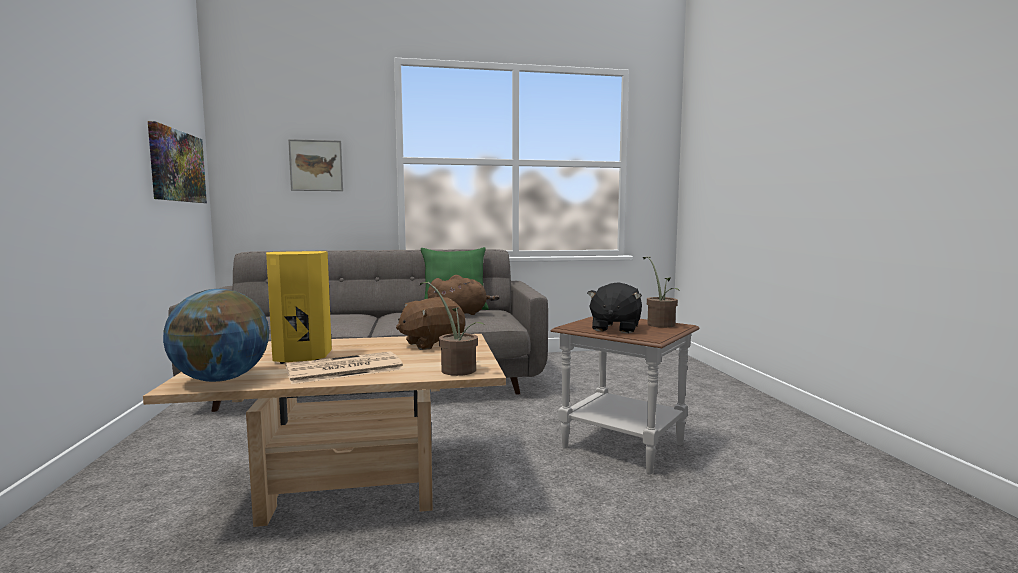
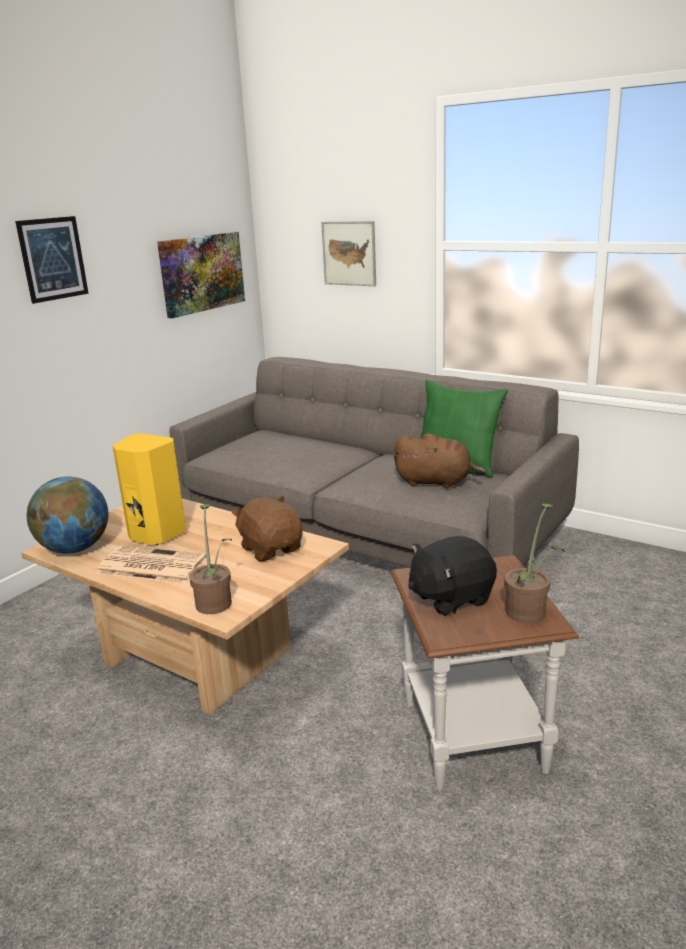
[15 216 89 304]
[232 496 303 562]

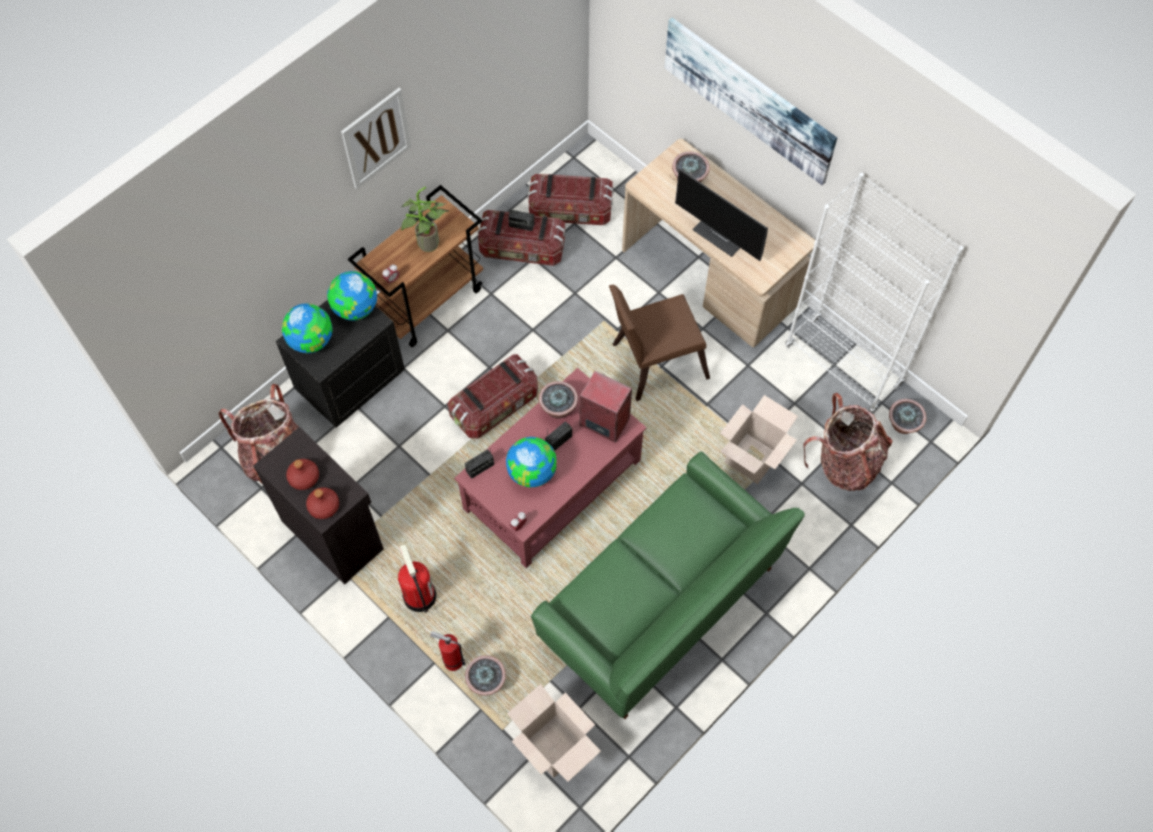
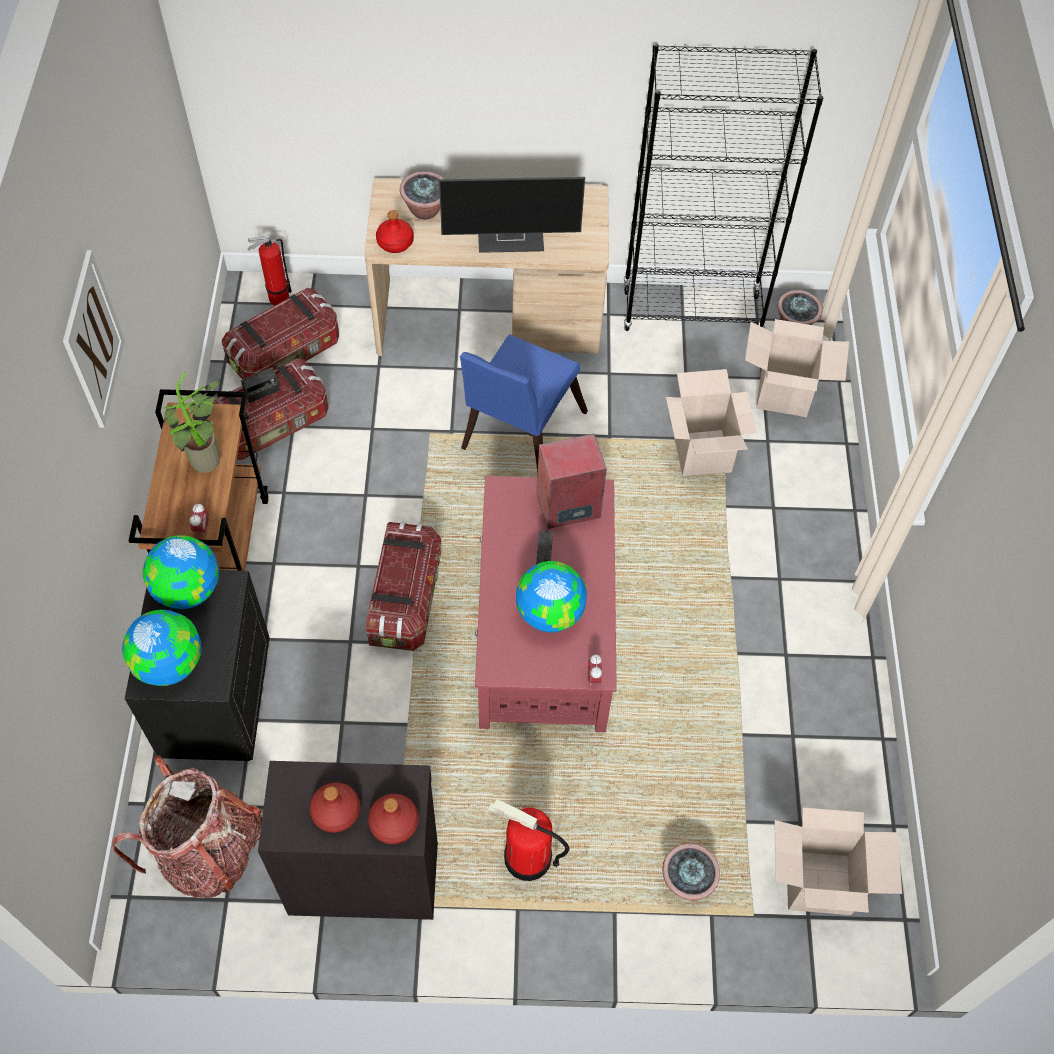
[465 449 494 479] (first image)
[531 452 805 719] (first image)
[539 381 578 419] (first image)
[665 18 837 185] (first image)
[376 210 414 253]
[248 236 292 306]
[745 319 849 417]
[460 334 588 473]
[623 44 824 331]

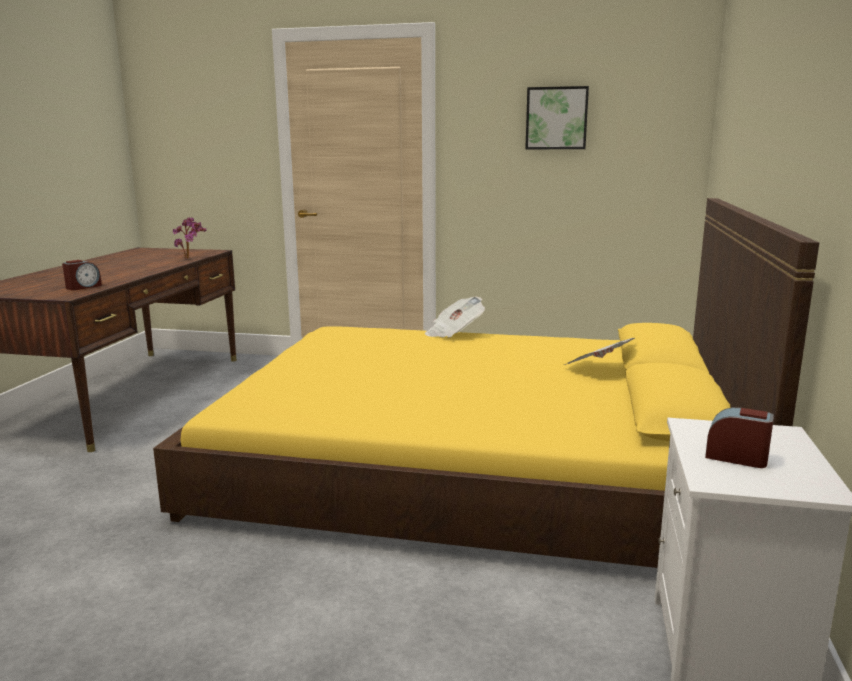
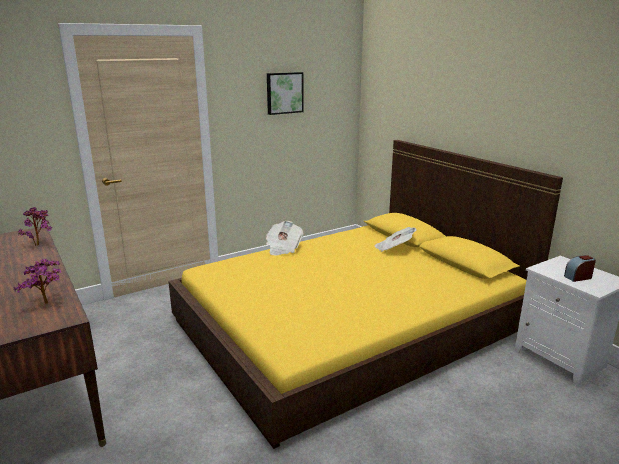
[14 259 61 304]

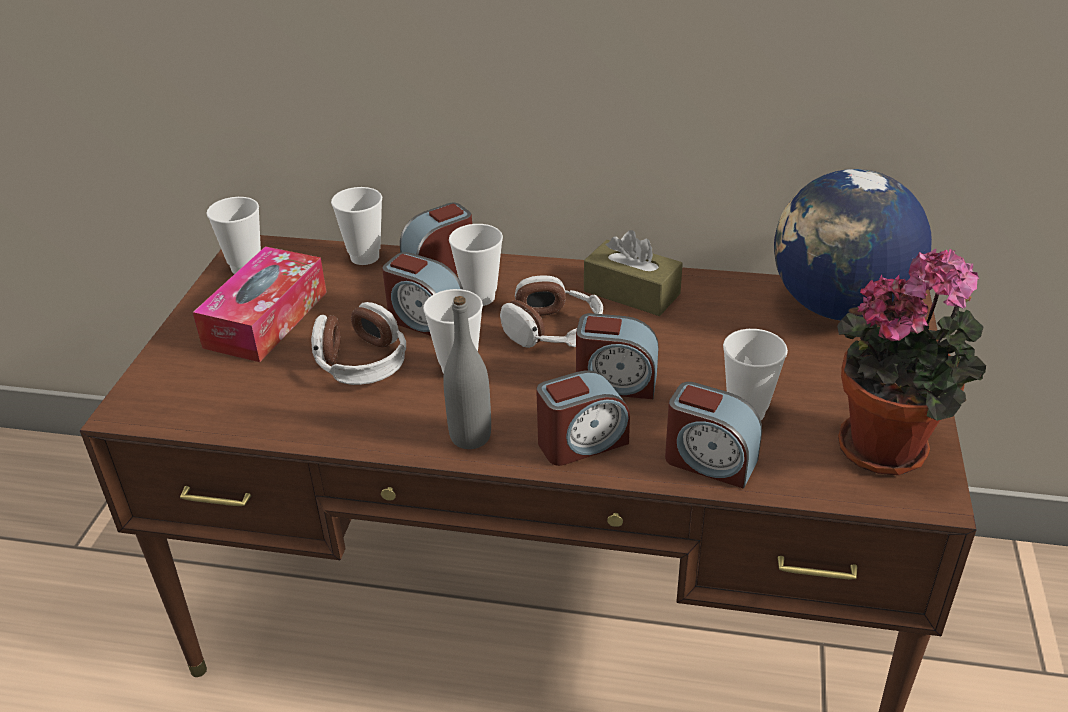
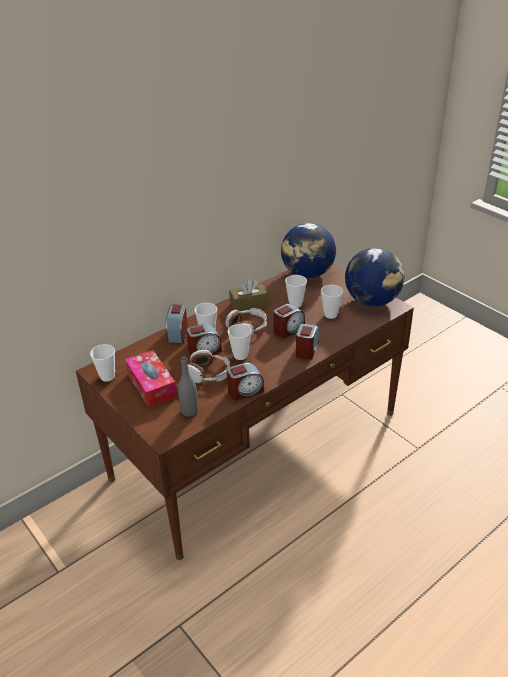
[285 275 307 308]
[178 356 198 417]
[227 363 264 400]
[345 248 404 306]

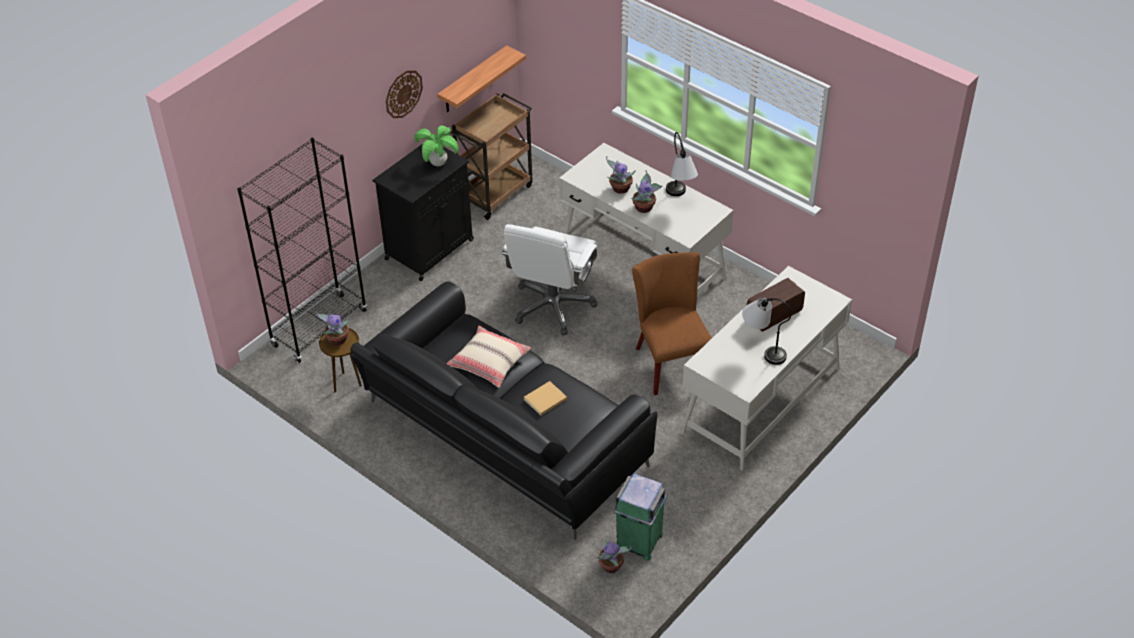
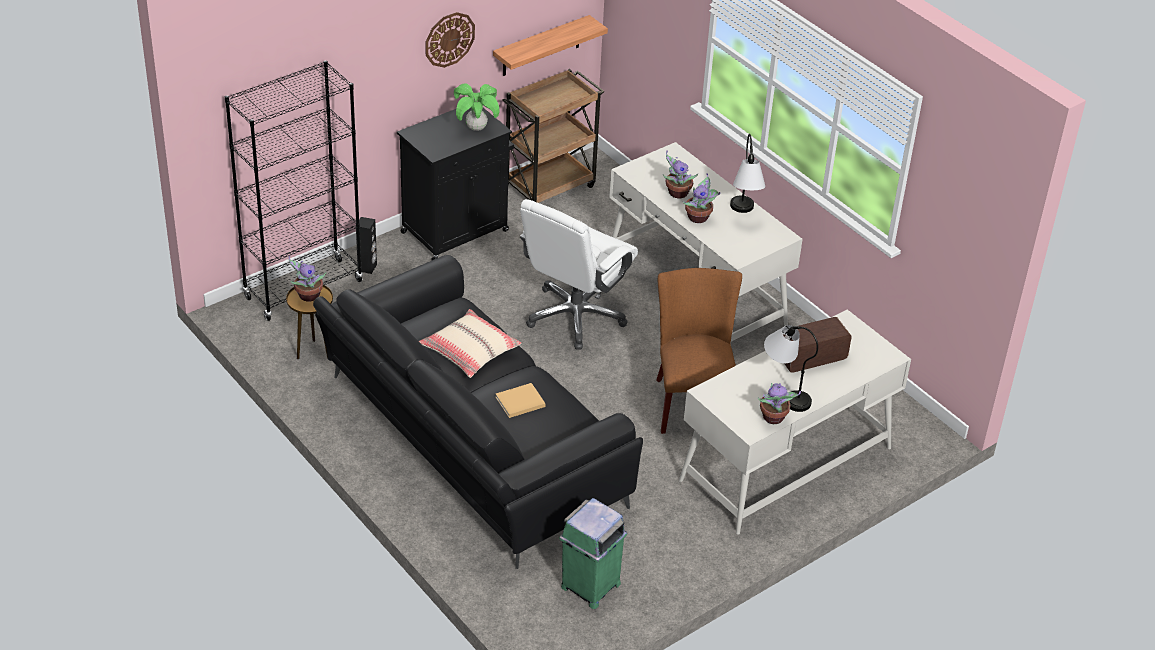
[356 217 377 274]
[757 383 801 424]

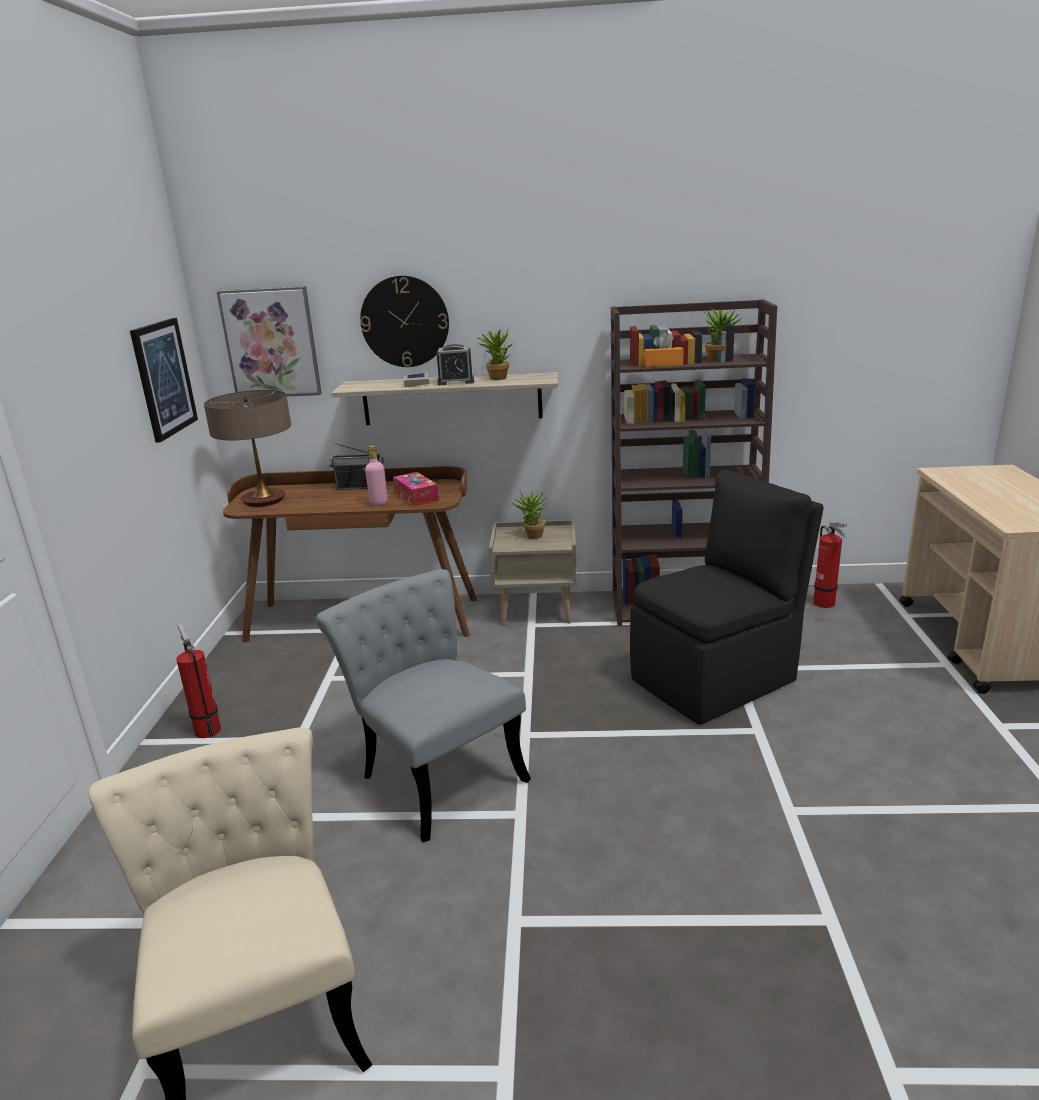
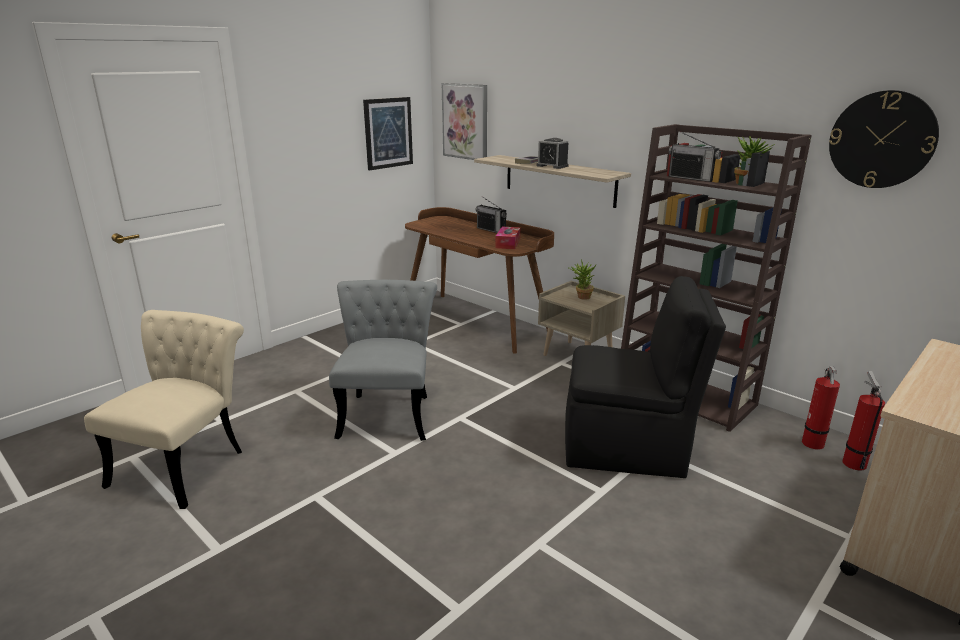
[204 390 291 507] (first image)
[365 446 387 505] (first image)
[476 329 514 380] (first image)
[843 371 885 470]
[829 90 939 188]
[669 131 721 182]

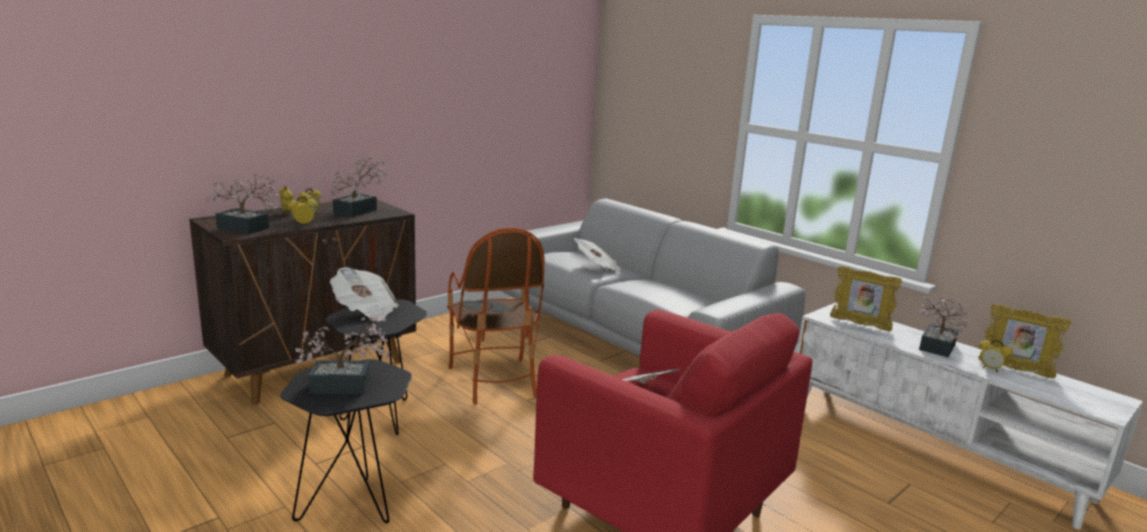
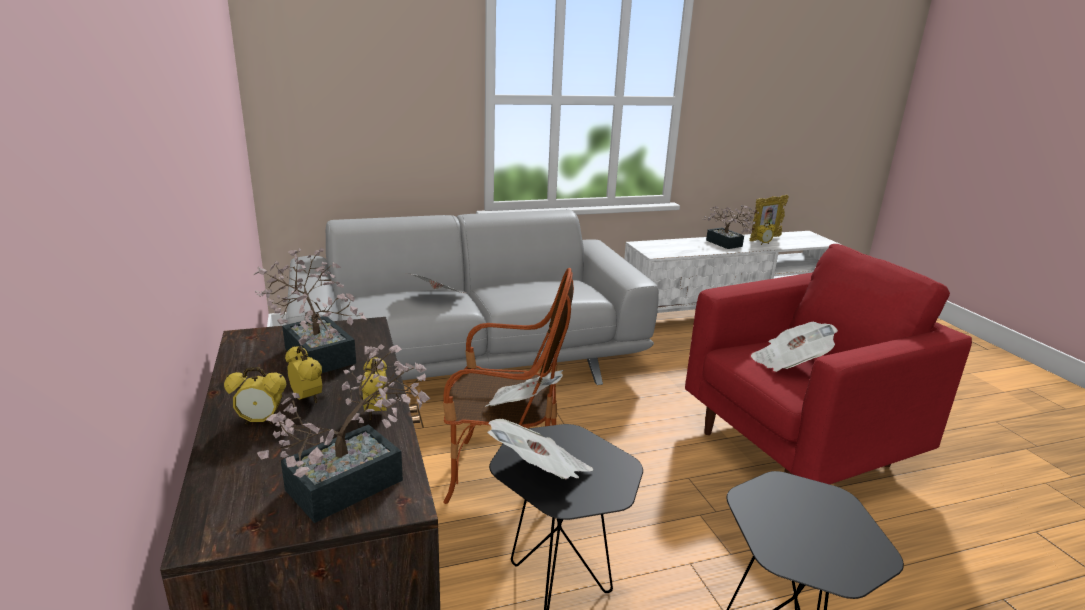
[296 316 390 394] (first image)
[830 266 902 331] (first image)

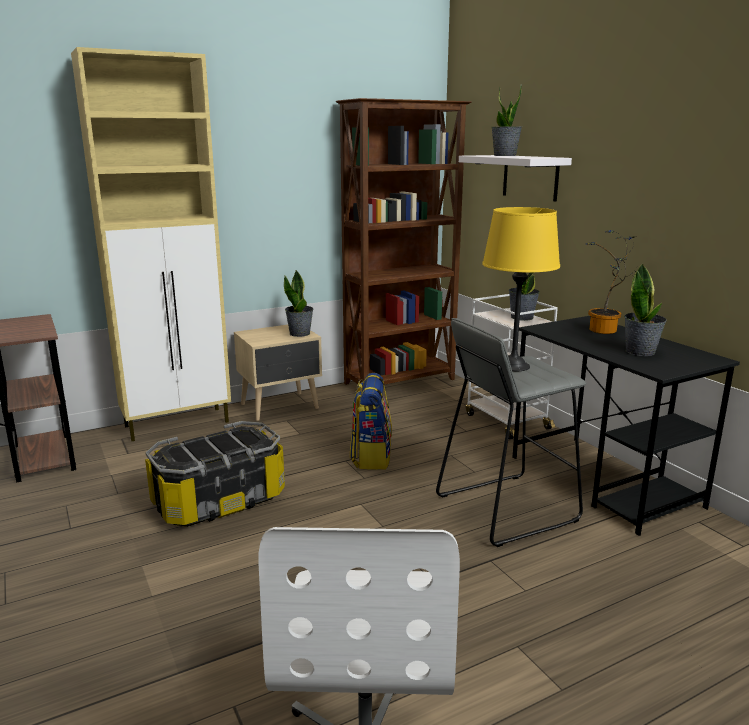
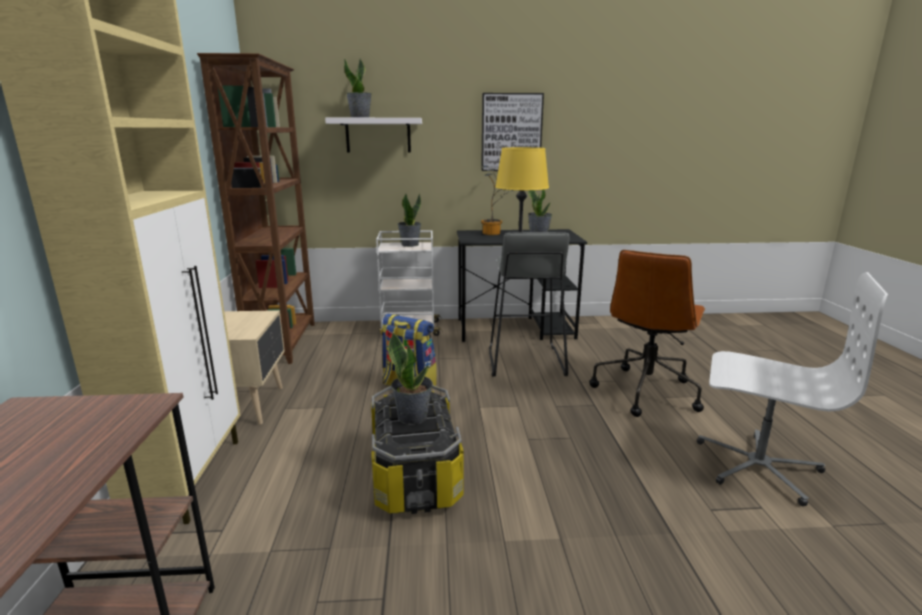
[481 93 544 171]
[589 250 705 417]
[388 332 433 425]

